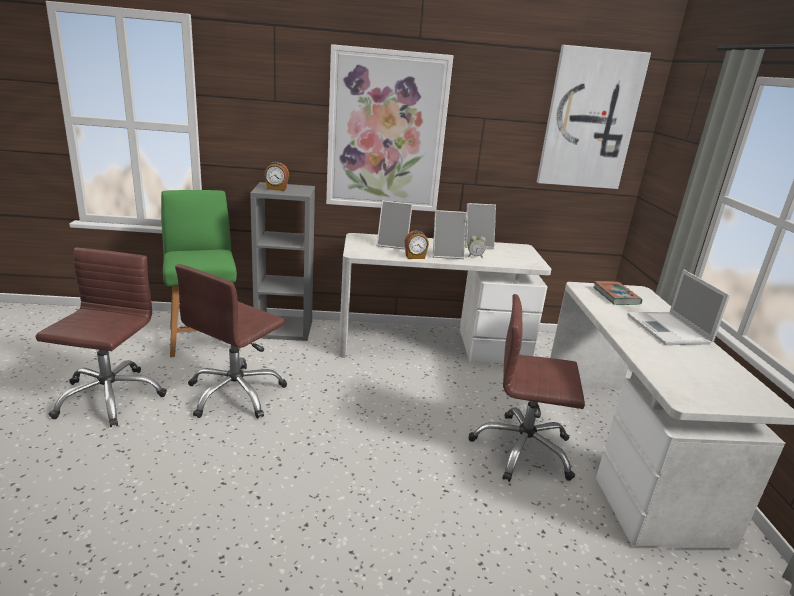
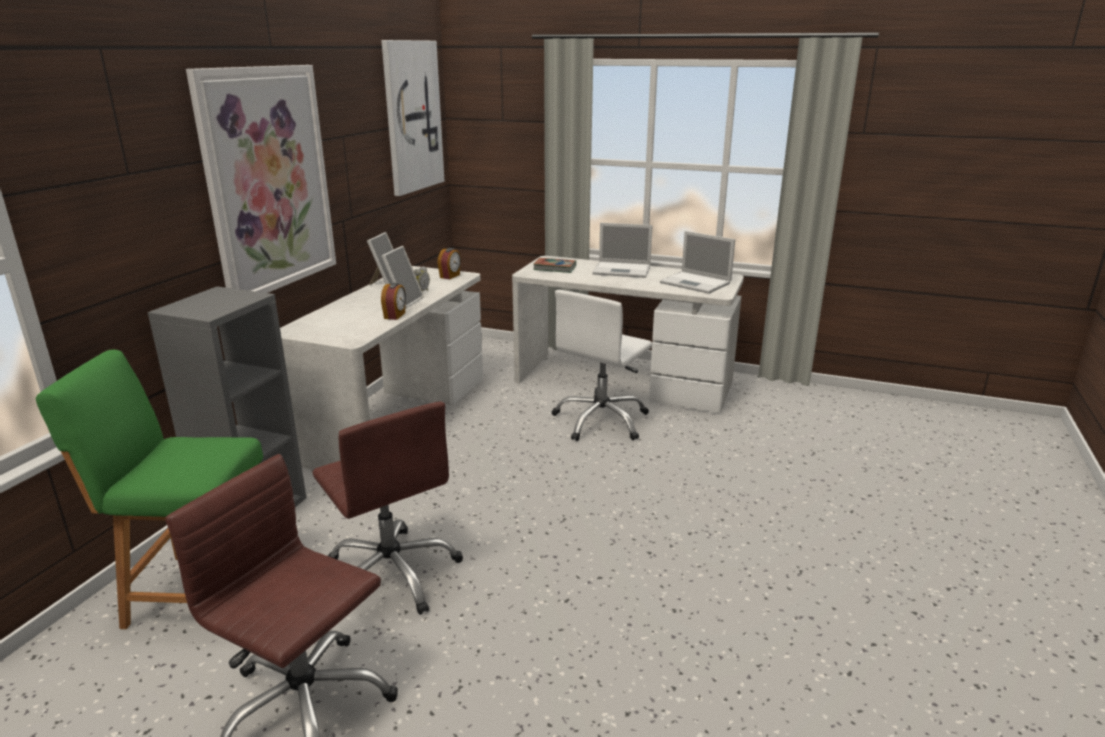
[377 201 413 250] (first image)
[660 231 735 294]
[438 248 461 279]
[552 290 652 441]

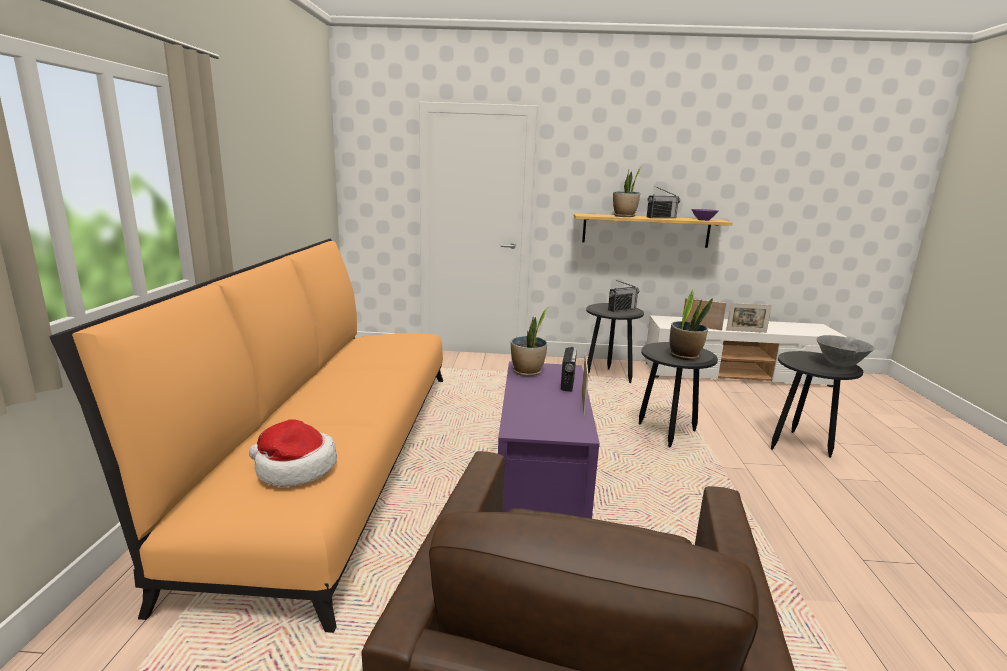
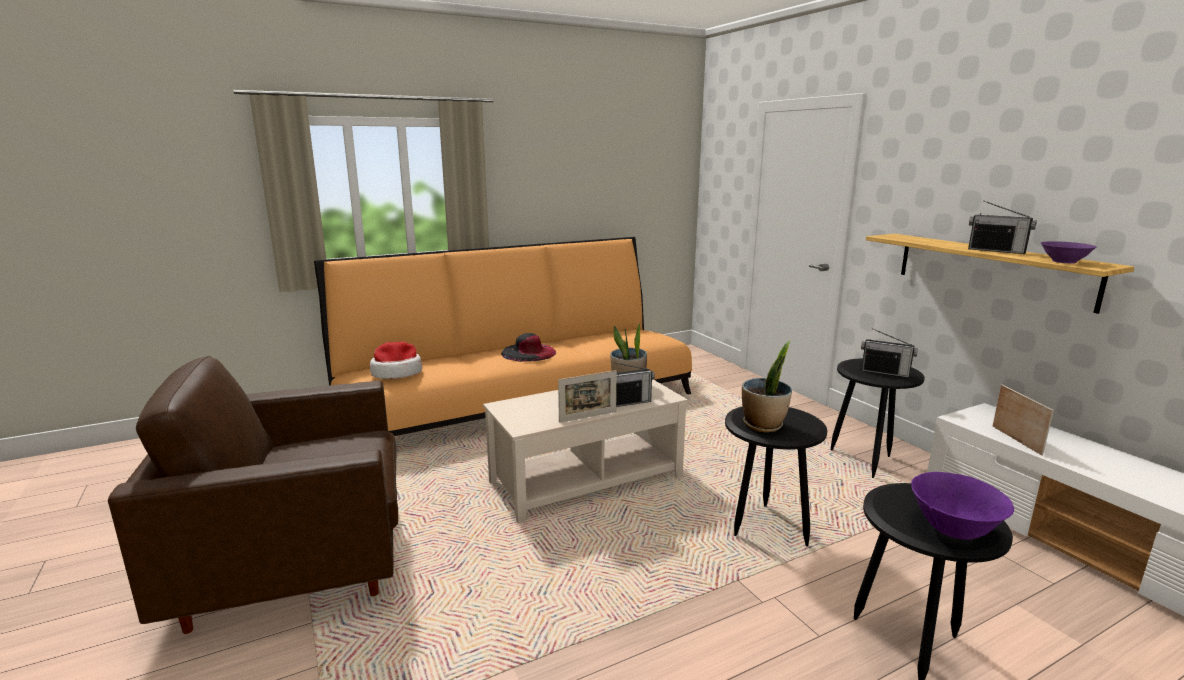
[613 166 642 217] (first image)
[726 303 772 333] (first image)
[501 333 556 362]
[483 380 688 523]
[911 472 1014 540]

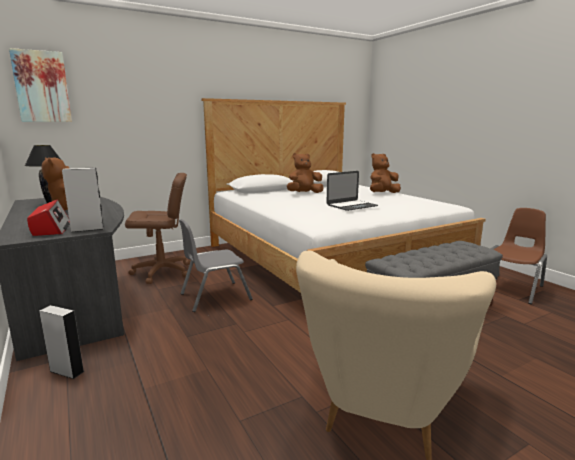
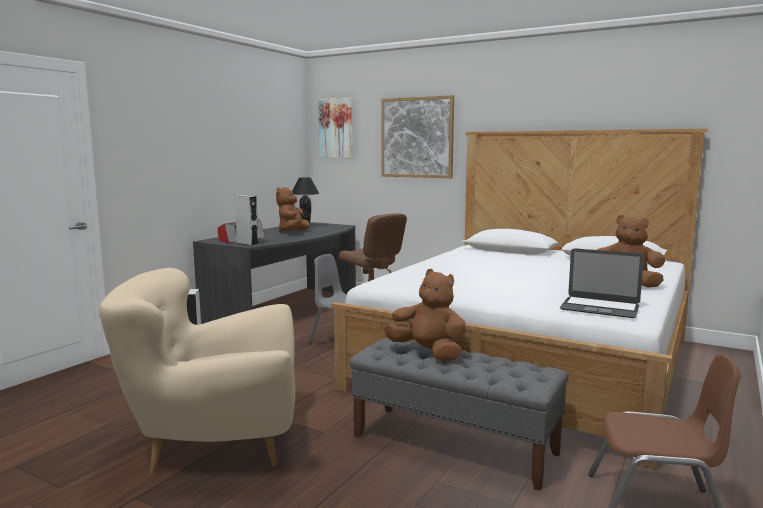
[381 95 454 178]
[385 269 466 361]
[560 248 644 318]

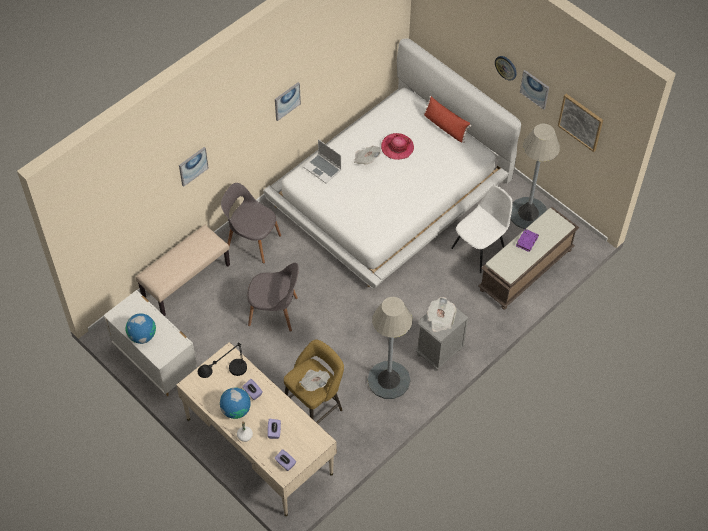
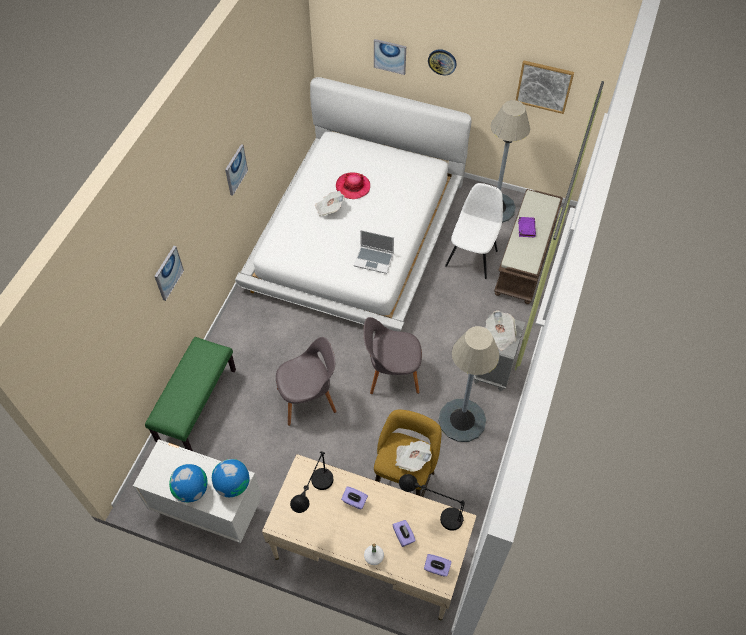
[423 96 471 143] (first image)
[399 474 465 531]
[212 459 249 497]
[364 317 422 394]
[354 230 394 274]
[374 39 406 75]
[145 337 236 451]

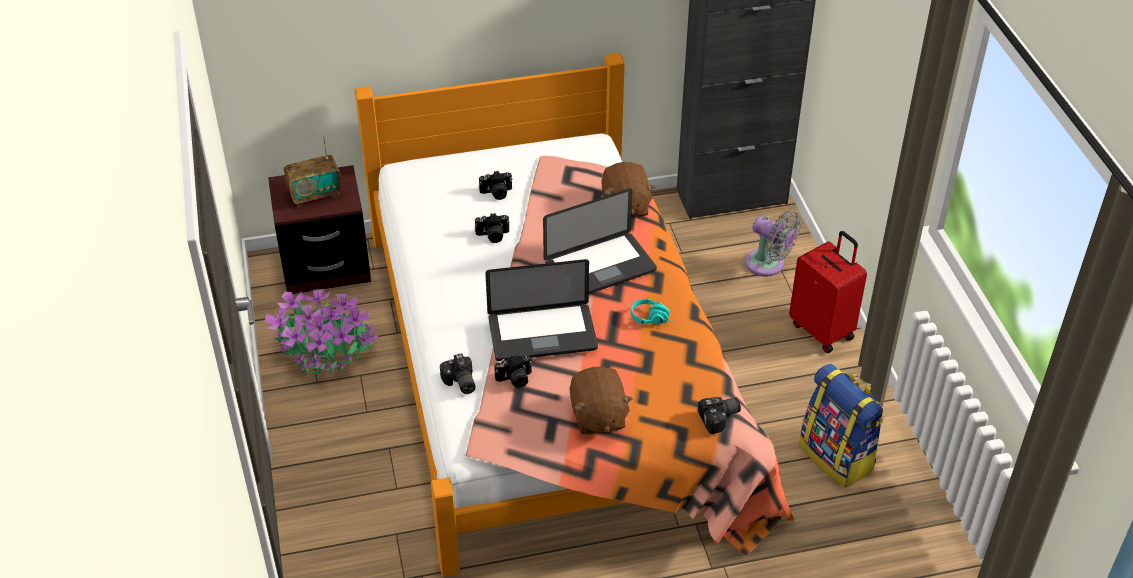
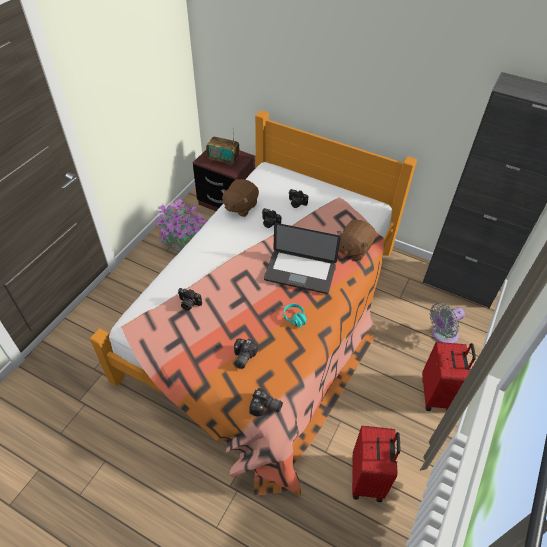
[485 259 598 361] (first image)
[234 338 258 369]
[221 179 259 217]
[352 425 400 502]
[430 303 465 343]

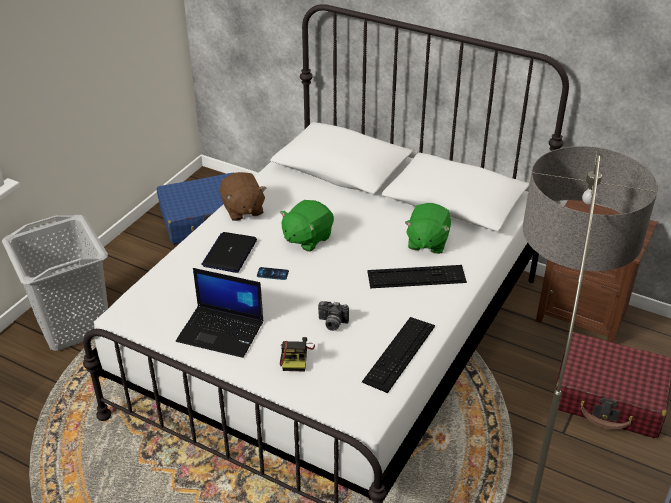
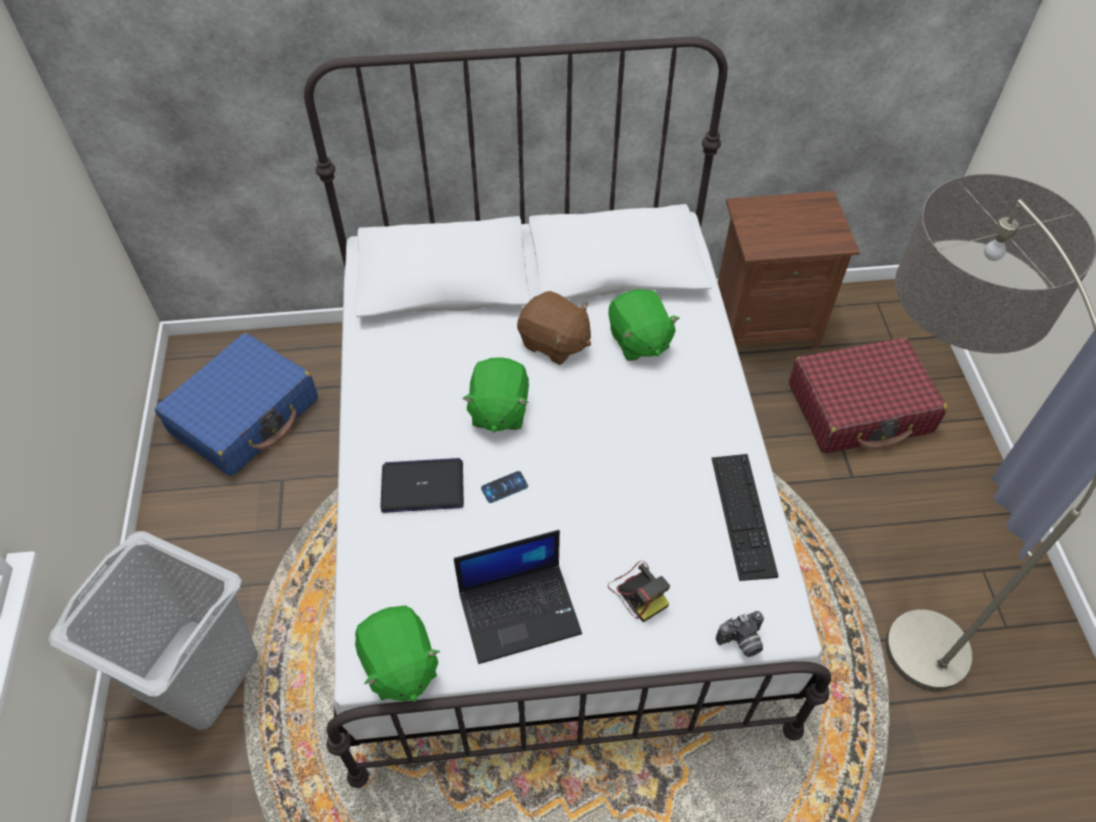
[367 265 467 288] (first image)
[355 605 440 702]
[517 291 591 365]
[716 611 764 657]
[380 458 464 513]

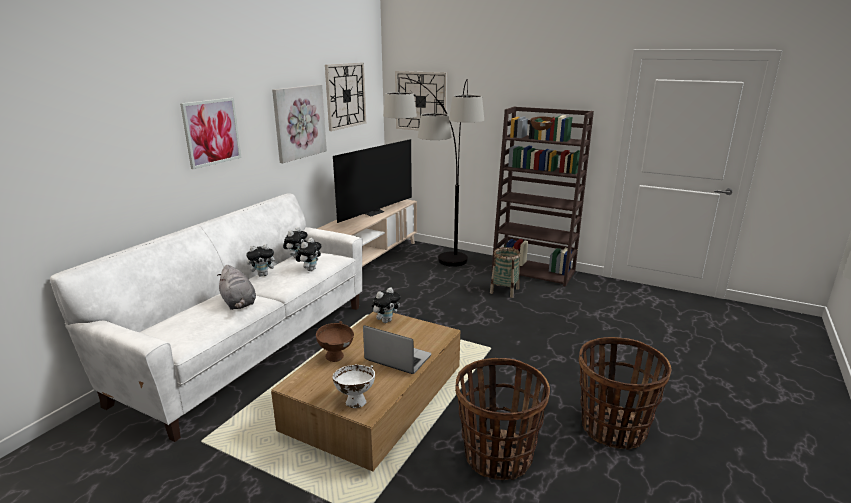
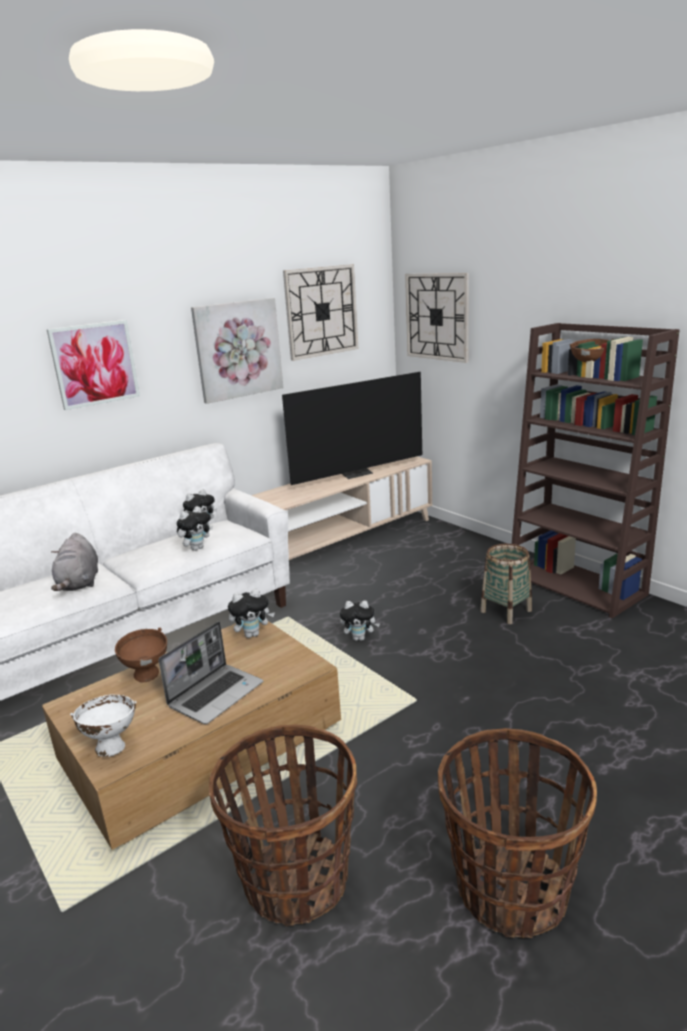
[383 77 484 267] (first image)
[340 601 380 641]
[158 621 263 724]

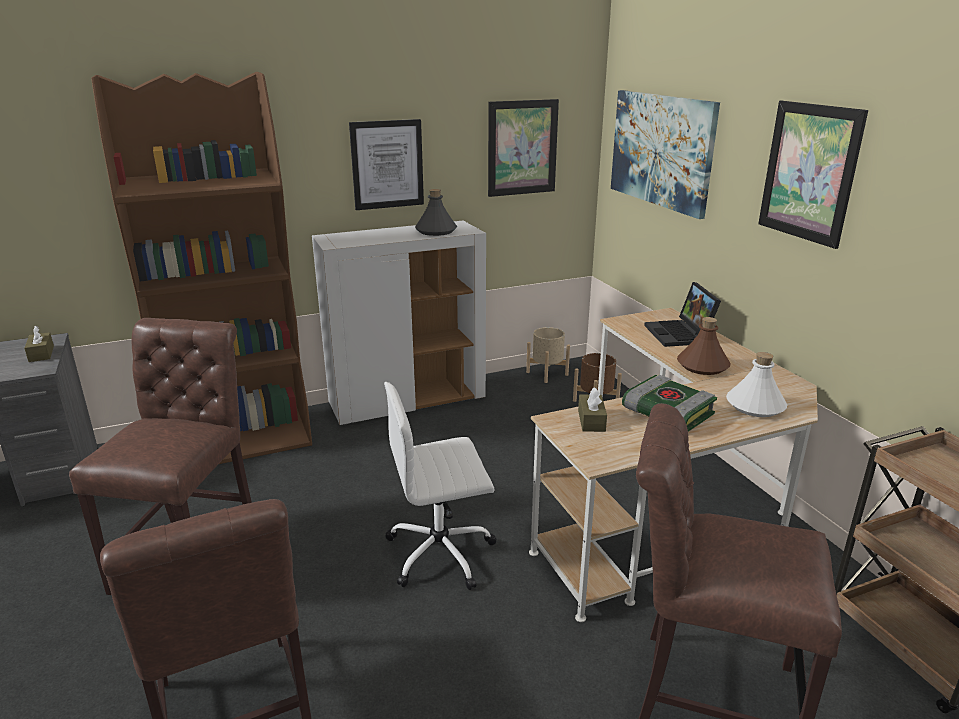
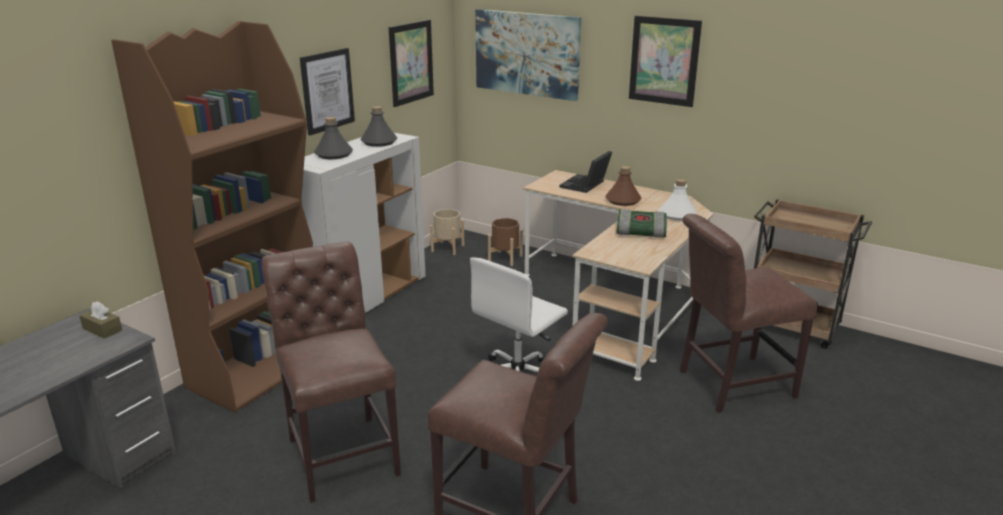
[578 387 607 432] (first image)
[314 117 353 159]
[559 151 612 193]

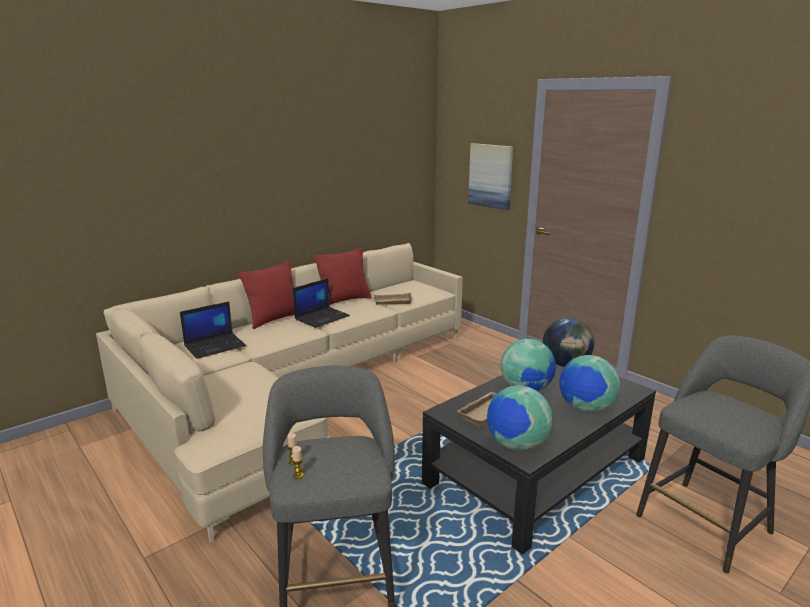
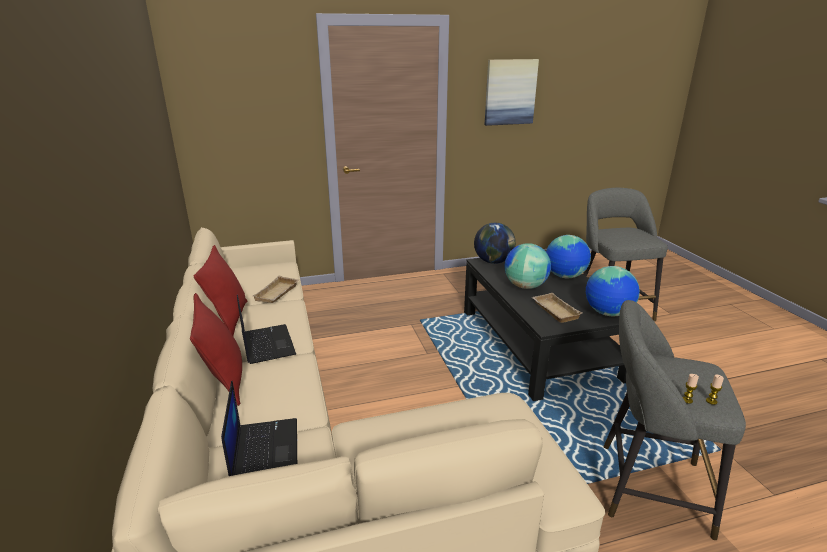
[485 59 539 126]

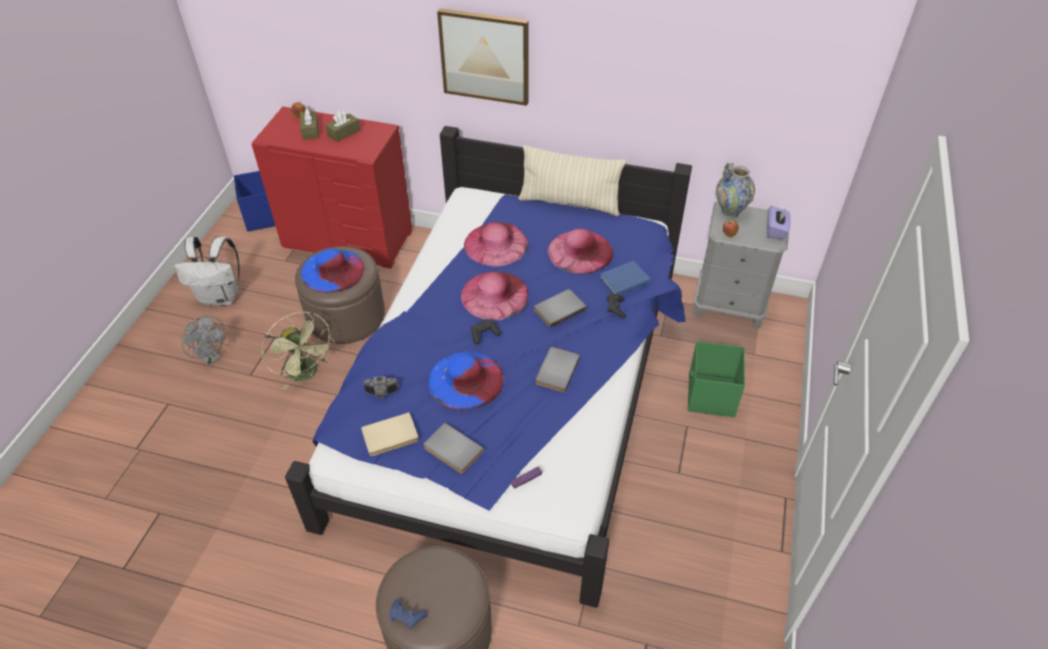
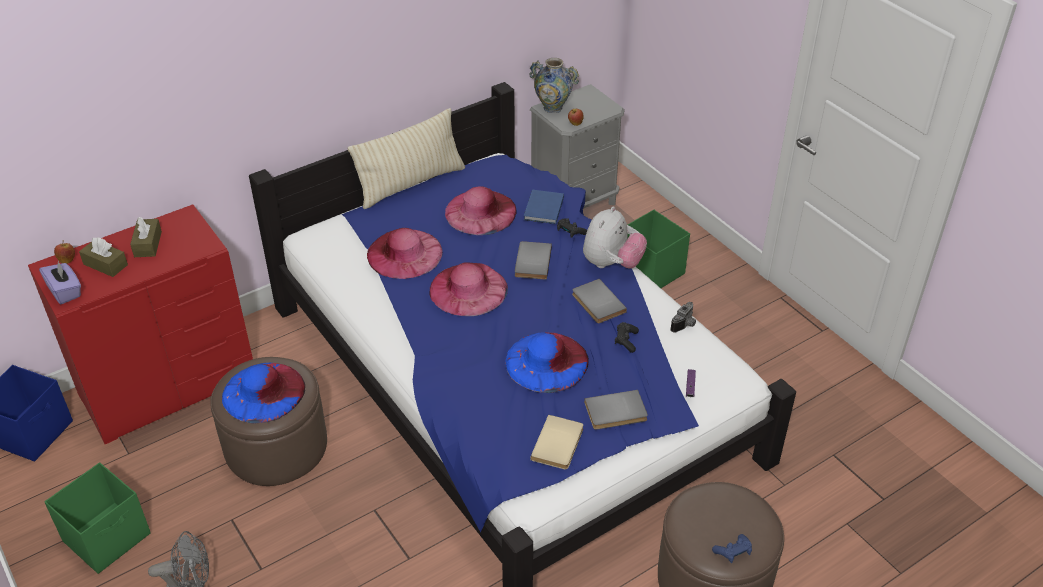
[261 311 335 390] (first image)
[437 8 529 106] (first image)
[583 206 647 269]
[670 302 696 332]
[615 322 639 353]
[39 261 81 304]
[45 463 151 574]

